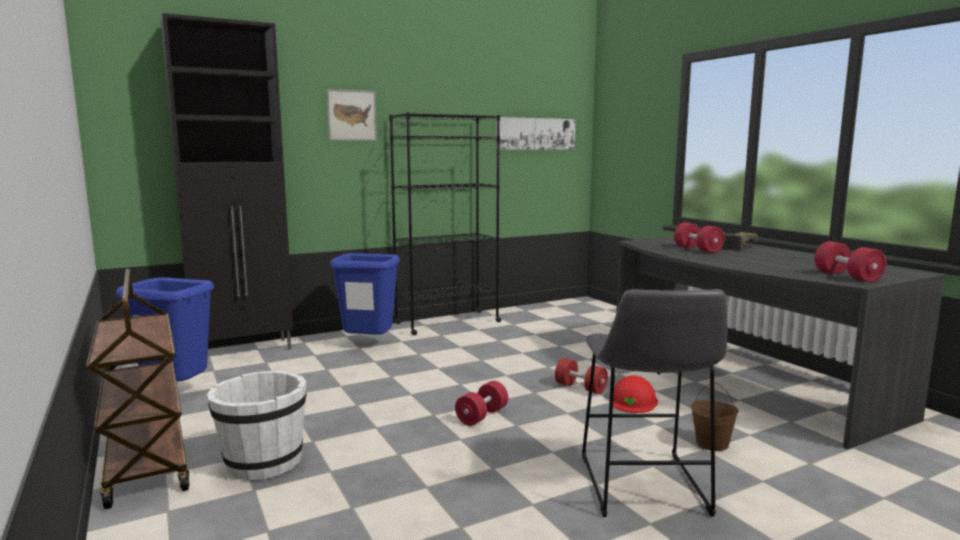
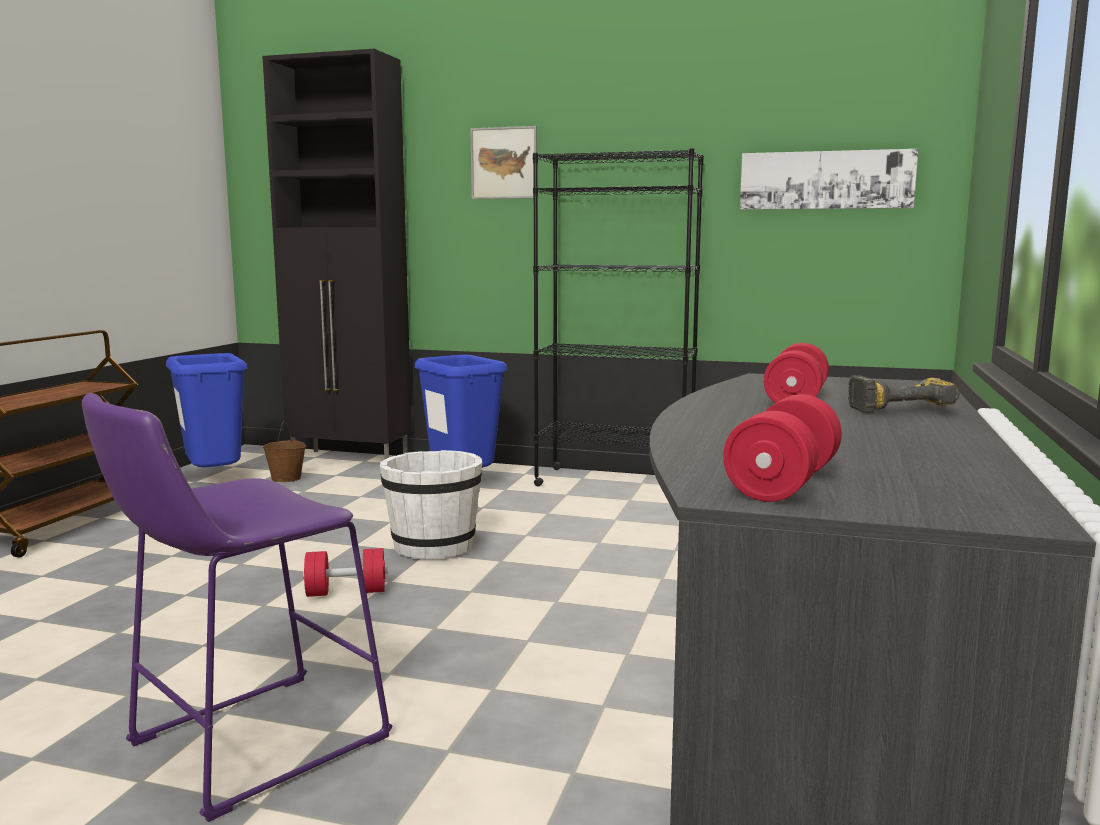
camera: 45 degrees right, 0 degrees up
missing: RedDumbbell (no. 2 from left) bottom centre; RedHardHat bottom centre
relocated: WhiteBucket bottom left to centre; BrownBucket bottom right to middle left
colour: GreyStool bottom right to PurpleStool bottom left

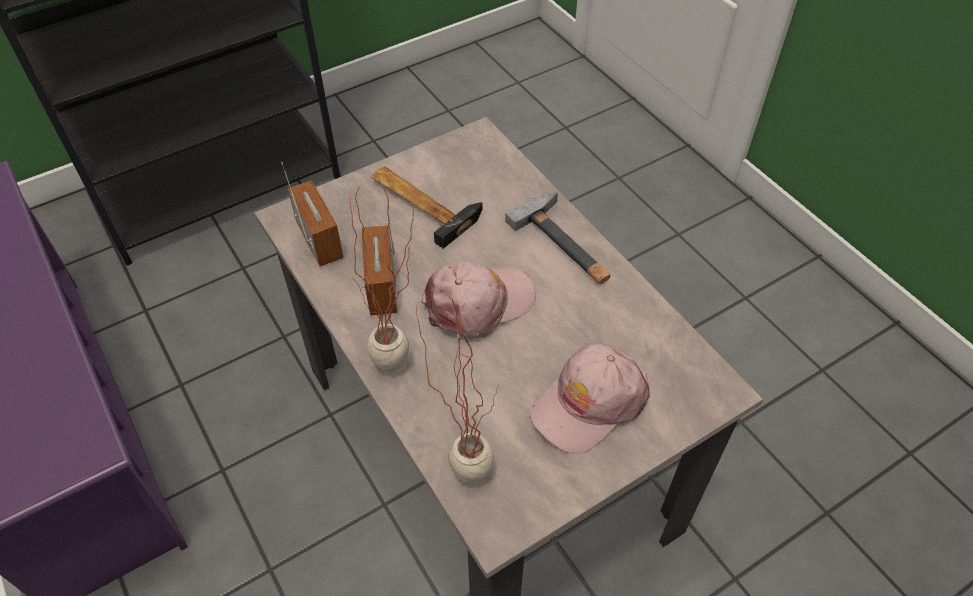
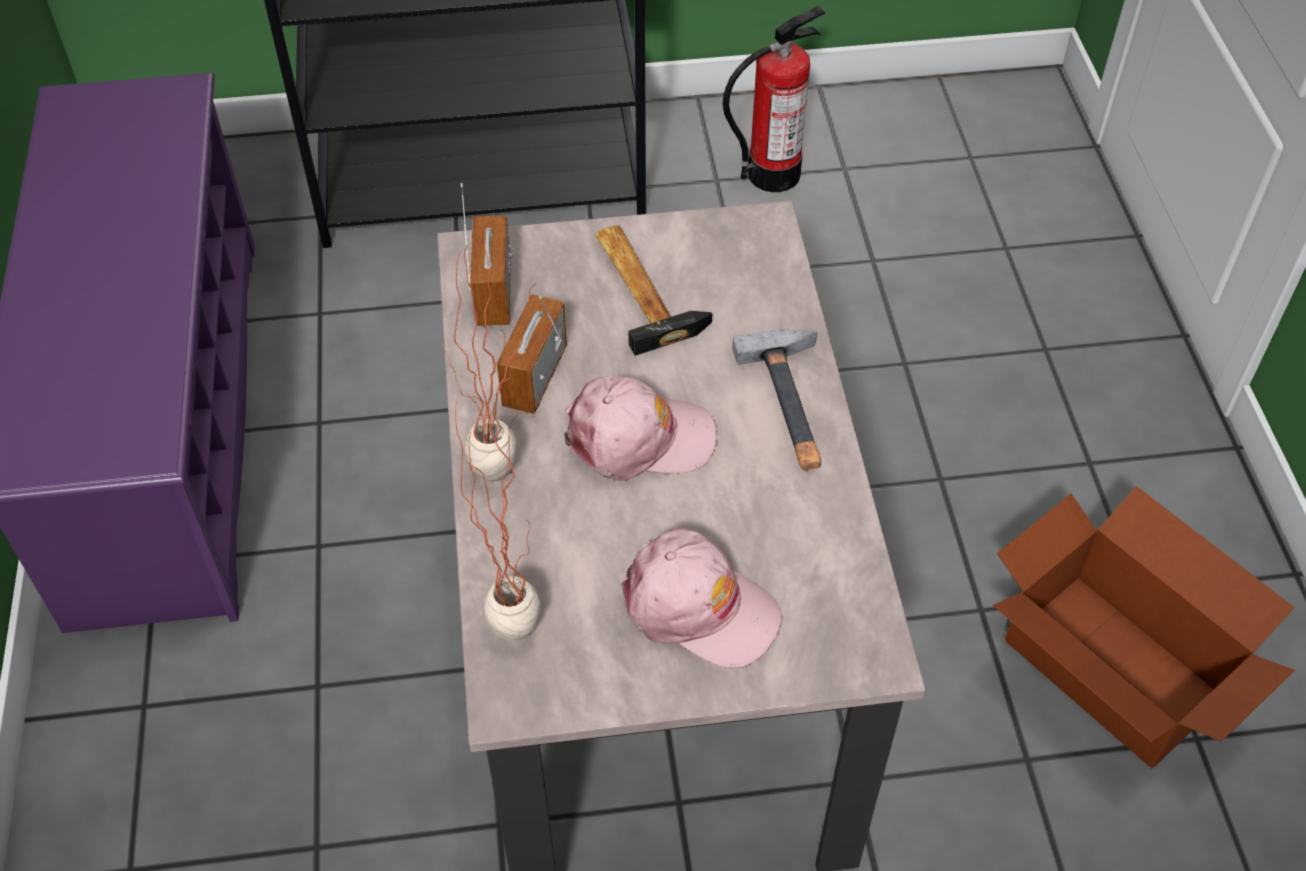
camera: 25 degrees right, 0 degrees up
appeared: FireExtinguisher top centre; CardboardBox bottom right
spun: PinkCap (no. 2 from left) bottom centre = bottom centre 135 degrees counterclockwise

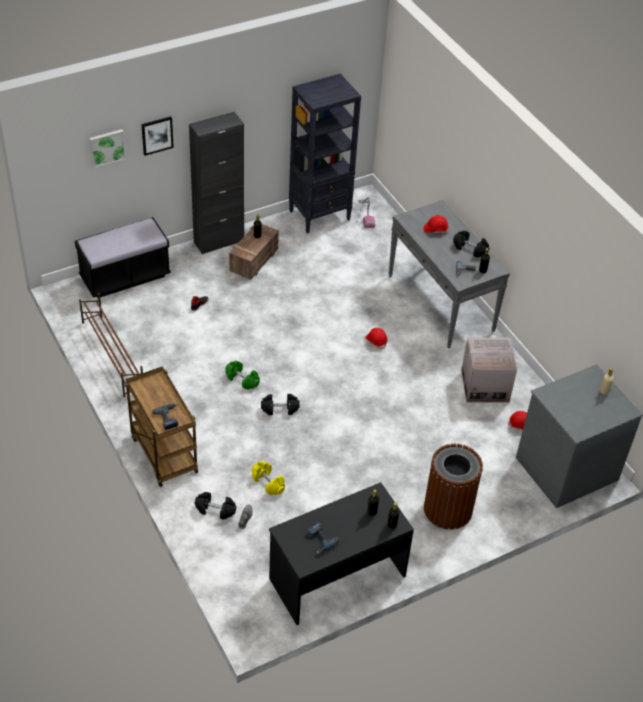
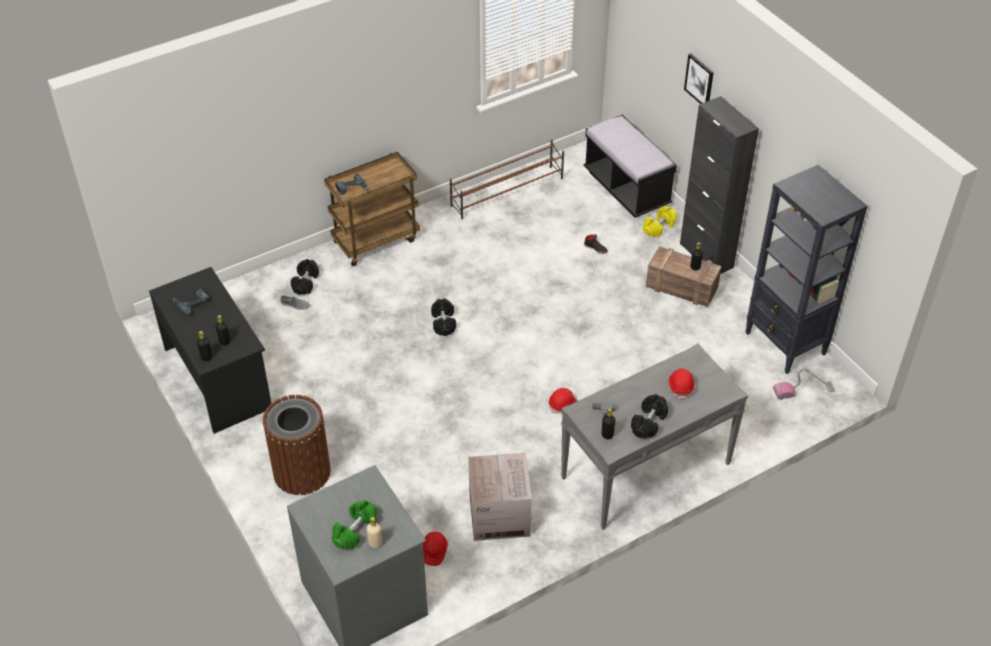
camera: 90 degrees right, 0 degrees up
missing: Picture (no. 1 from left) top left
relocated: GreenDumbbell centre to bottom centre; YellowDumbbell bottom centre to centre

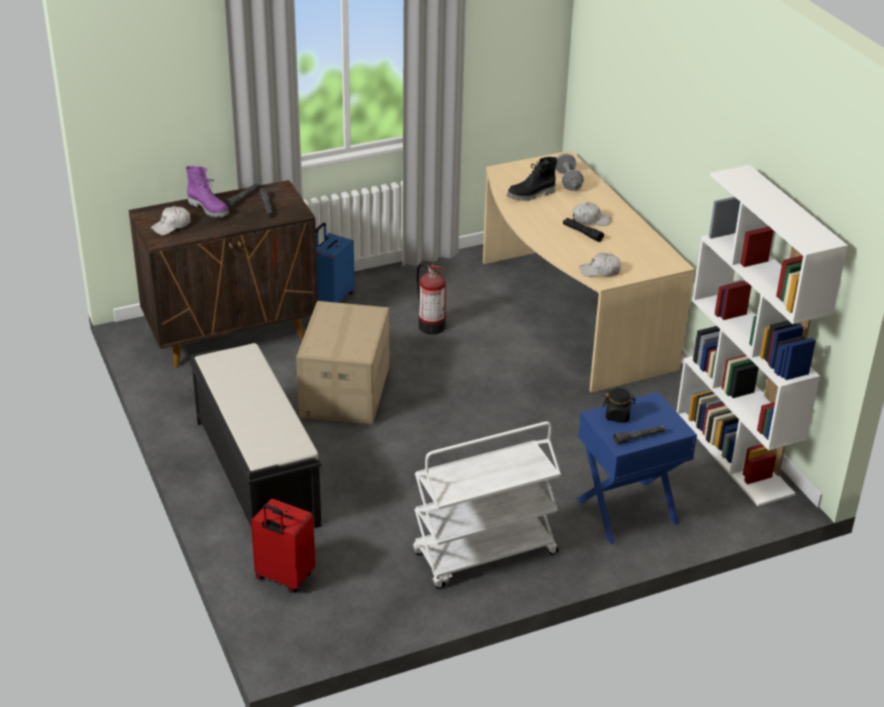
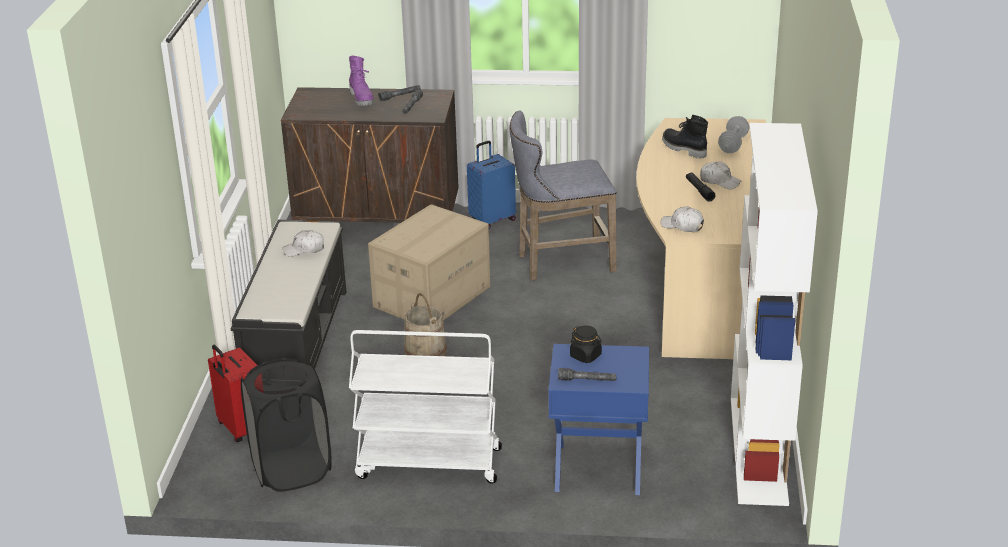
camera: 30 degrees right, 5 degrees down
appeared: BlackLaundryBasket bottom left; BeigeBucket centre
relocated: WhiteCap (no. 1 from left) top left to middle left
exchanged: FireExtinguisher centre to GreyStool centre
spun: BlackBoot top centre = top right 45 degrees clockwise

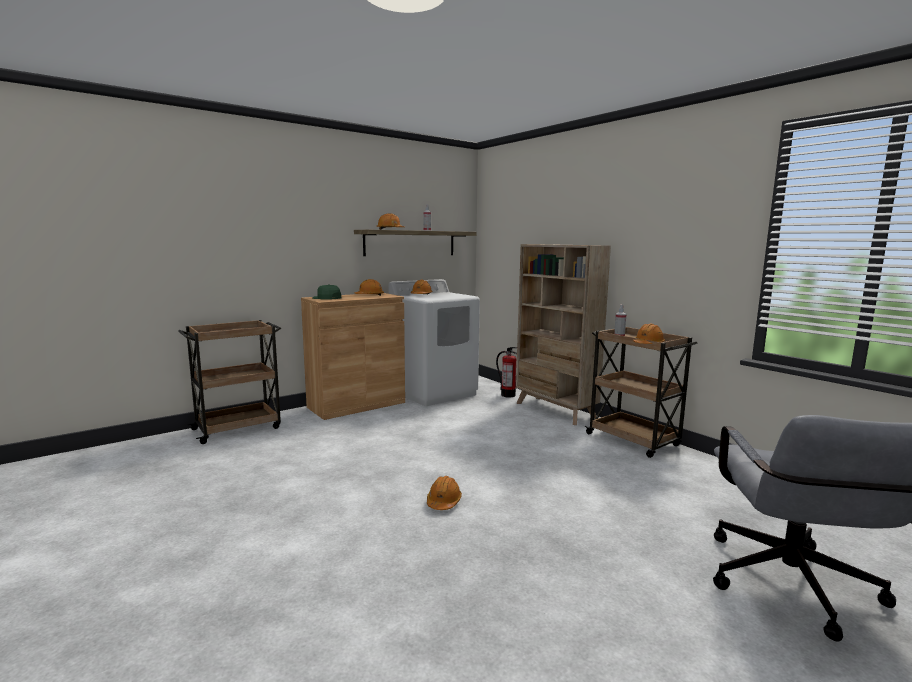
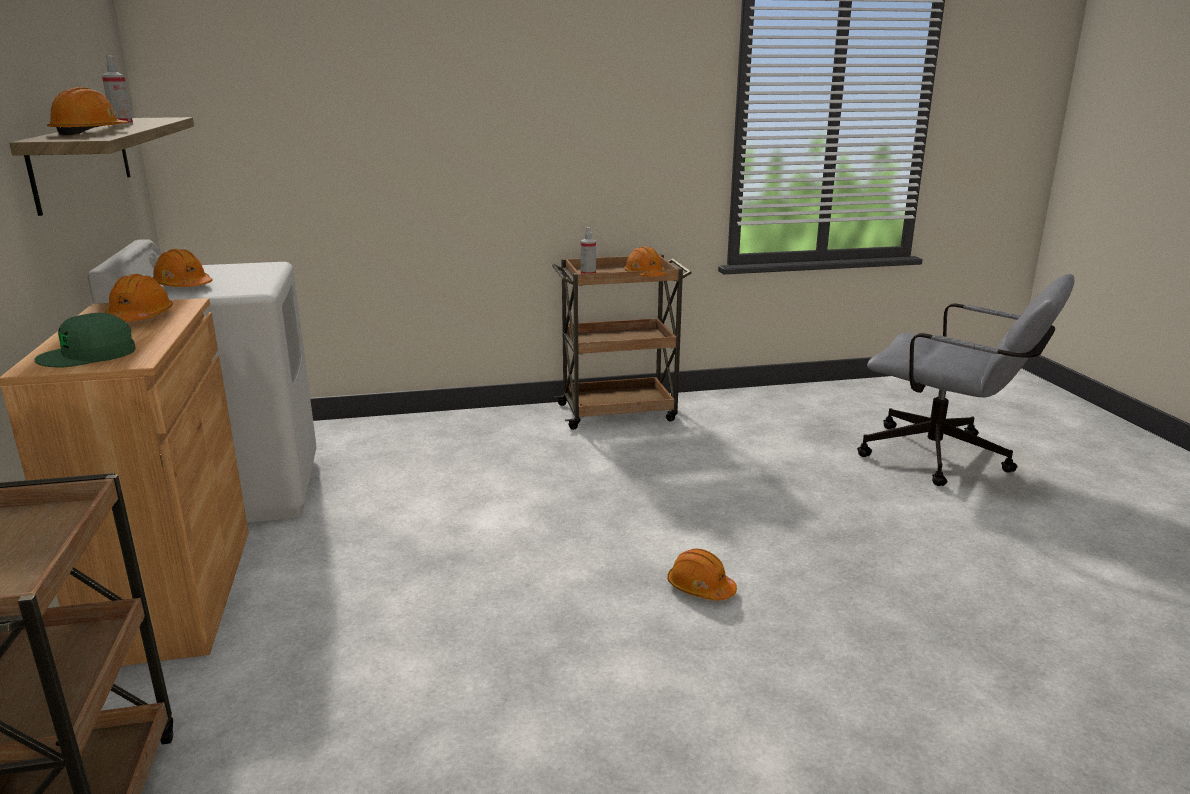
camera: 65 degrees left, 10 degrees up
missing: FireExtinguisher centre; BeigeBookcase centre

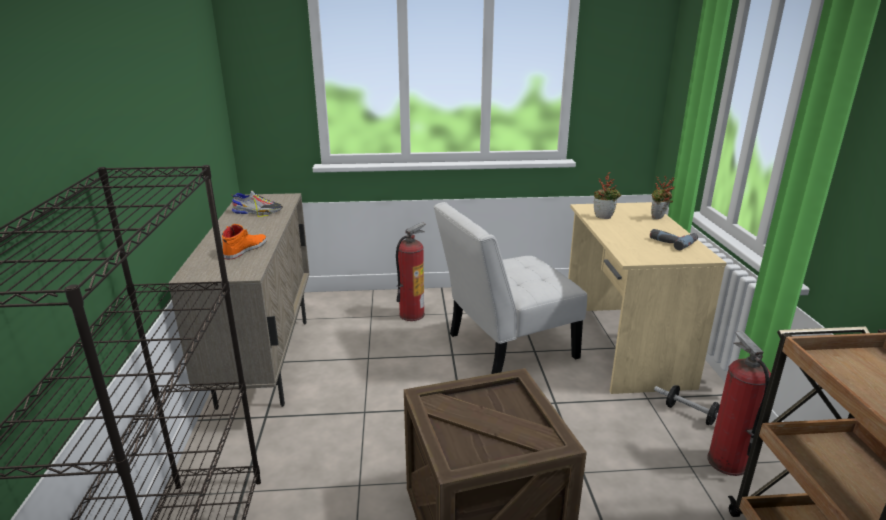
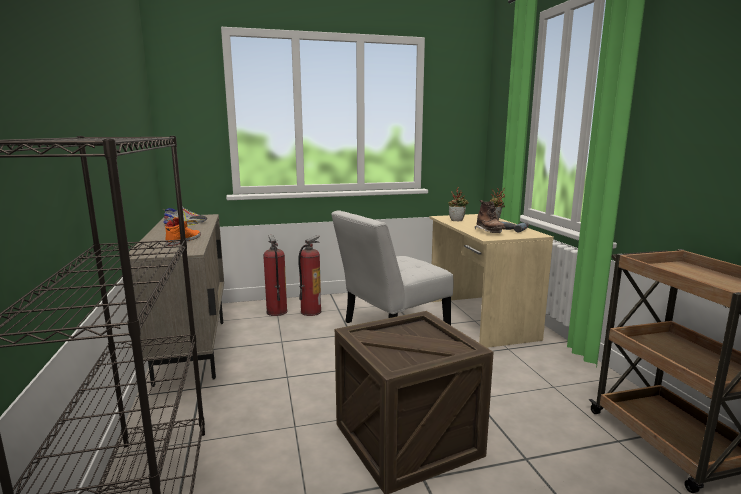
camera: 10 degrees left, 10 degrees down
missing: Dumbbell bottom right
appeared: BrownBoot centre
relocated: FireExtinguisher (no. 2 from left in the first image) bottom right to FireExtinguisher (no. 1 from left) centre

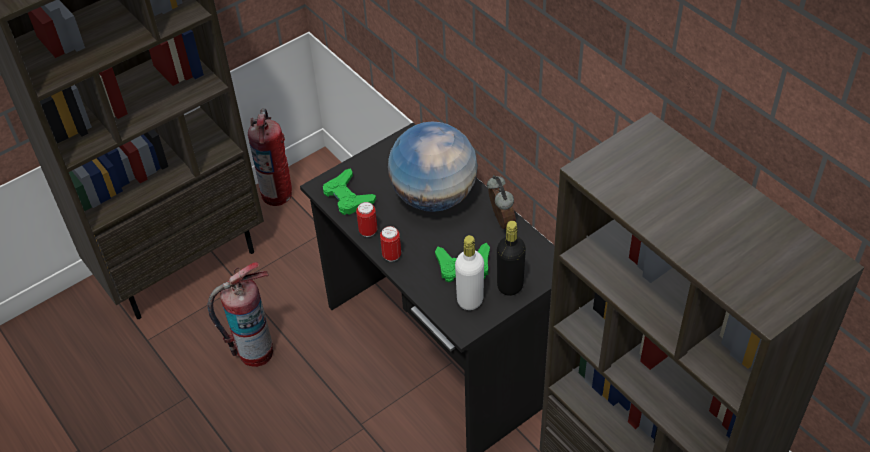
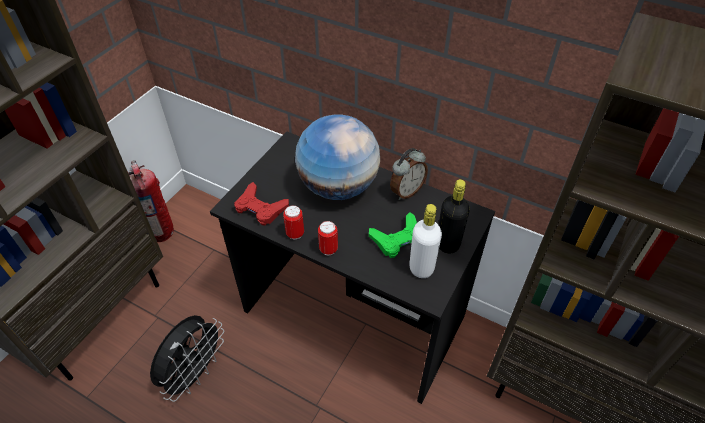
camera: 25 degrees left, 0 degrees up
exchanged: FireExtinguisher (no. 1 from left) bottom left to BlackFan bottom left
colour: GreenGameController (no. 1 from left) centre to RedGameController centre
spun: AlarmClock centre = centre 90 degrees clockwise

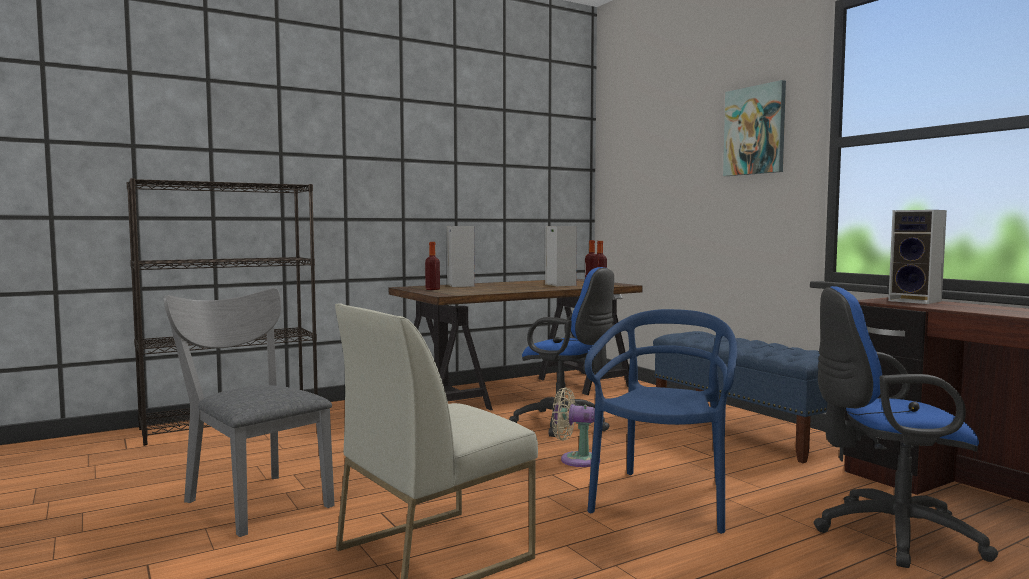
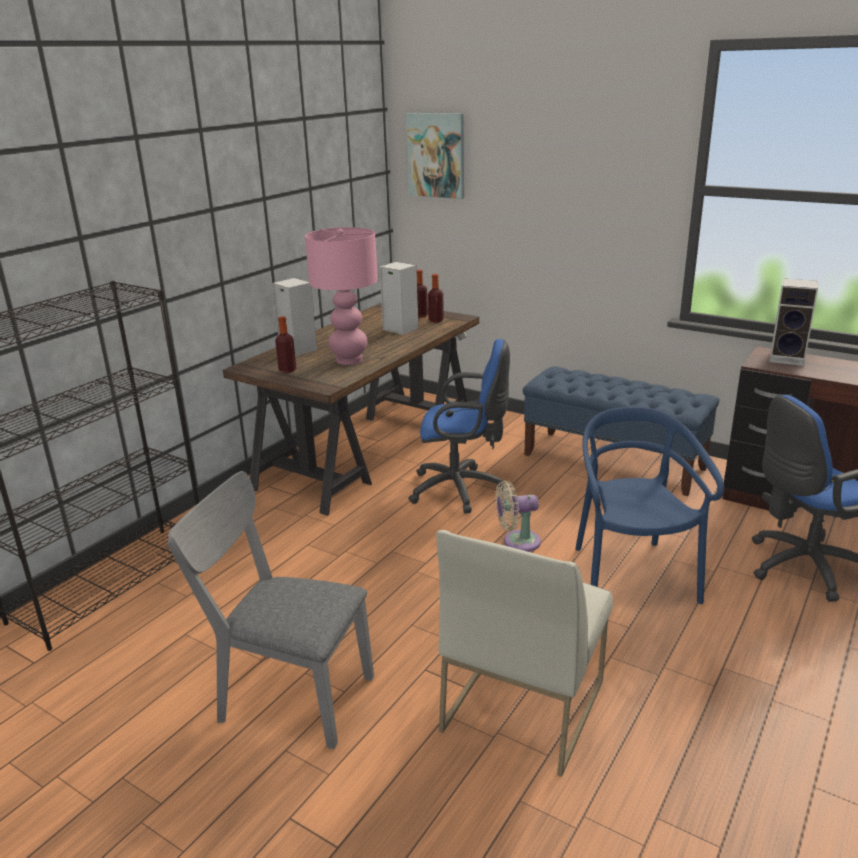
camera: 25 degrees left, 20 degrees up
appeared: PinkTableLamp centre
relocated: Picture top right to top centre

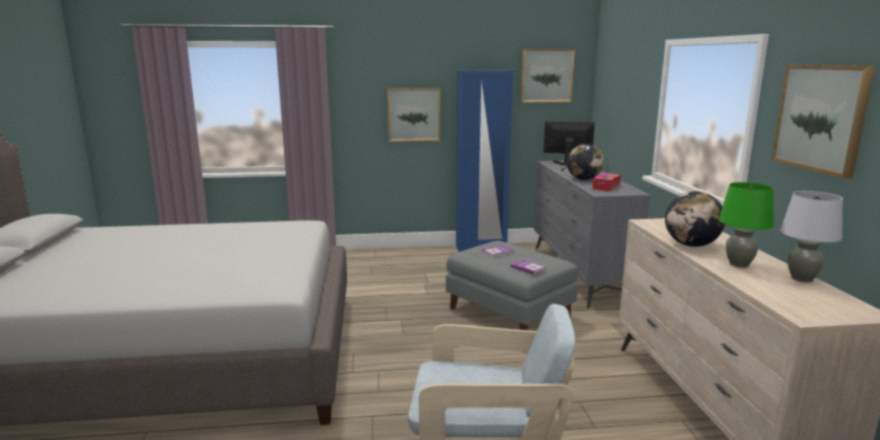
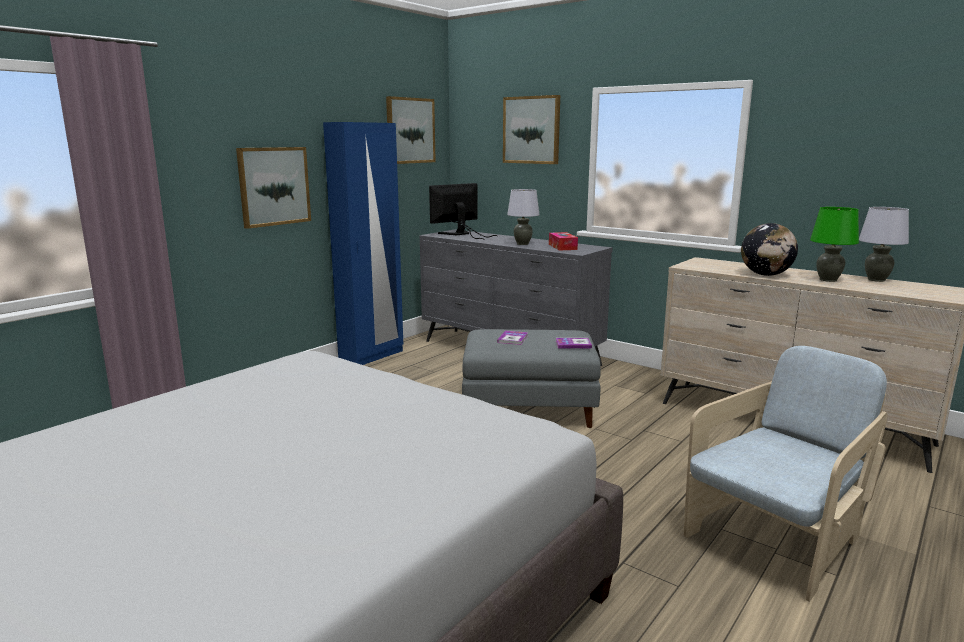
camera: 45 degrees left, 0 degrees up
relocated: Picture (no. 3 from left) top right to top centre
exchanged: Globe (no. 1 from left) centre to GreyTableLamp (no. 1 from left) centre

